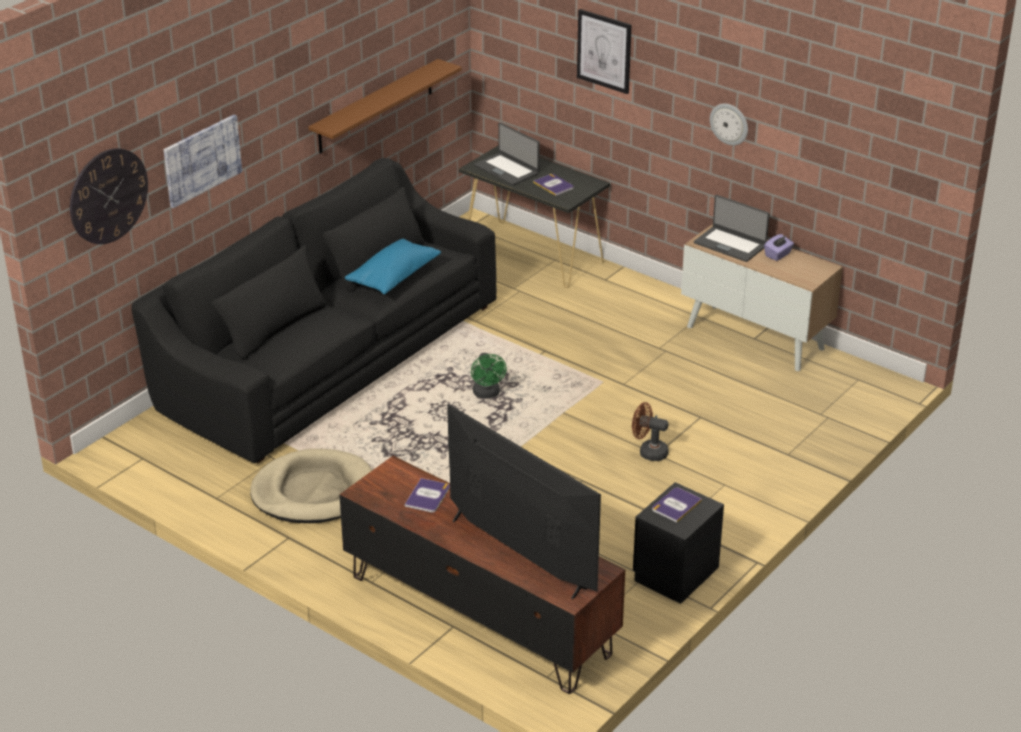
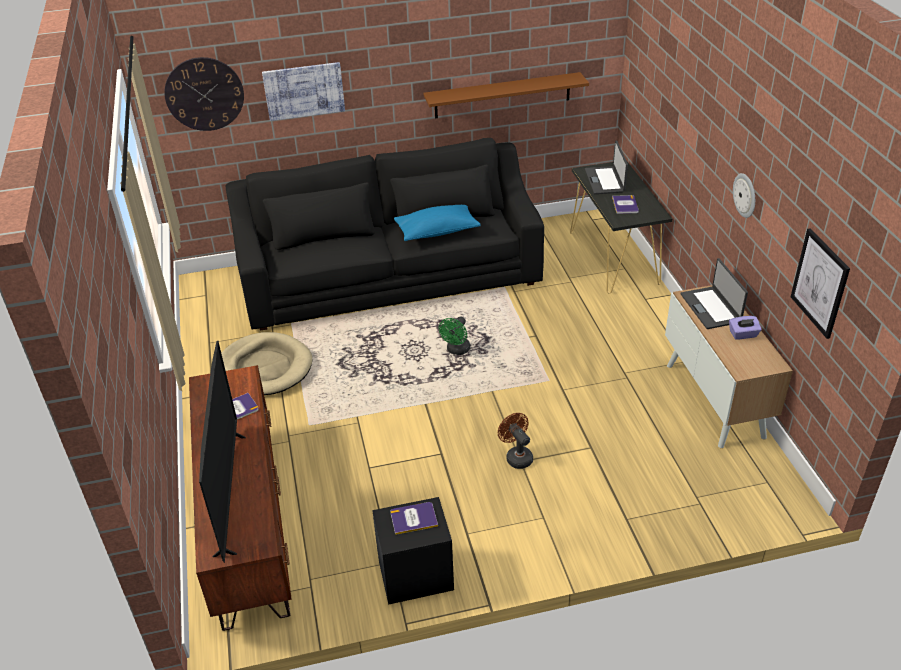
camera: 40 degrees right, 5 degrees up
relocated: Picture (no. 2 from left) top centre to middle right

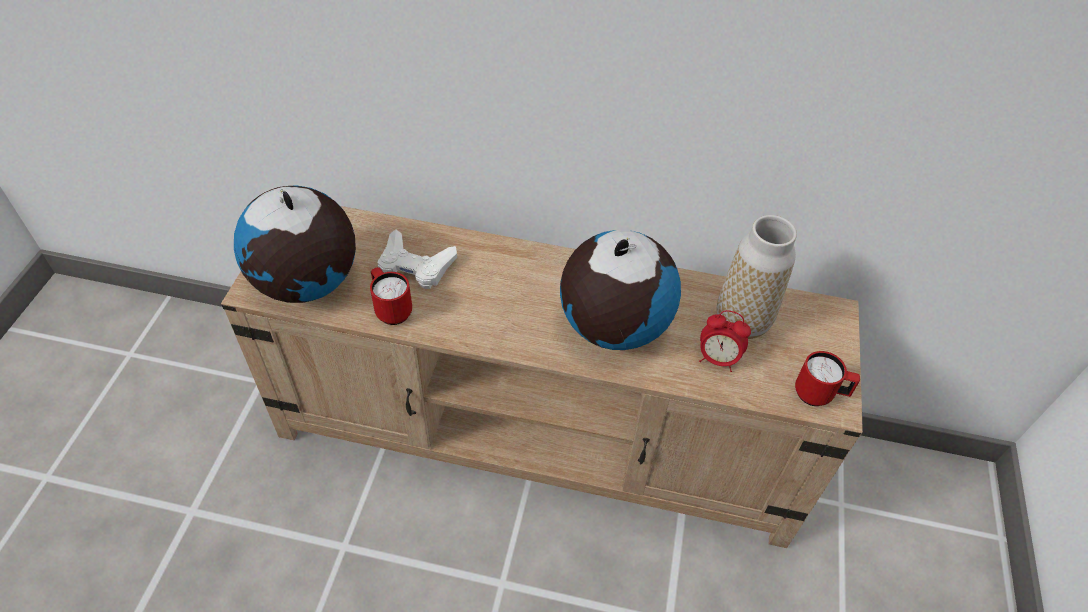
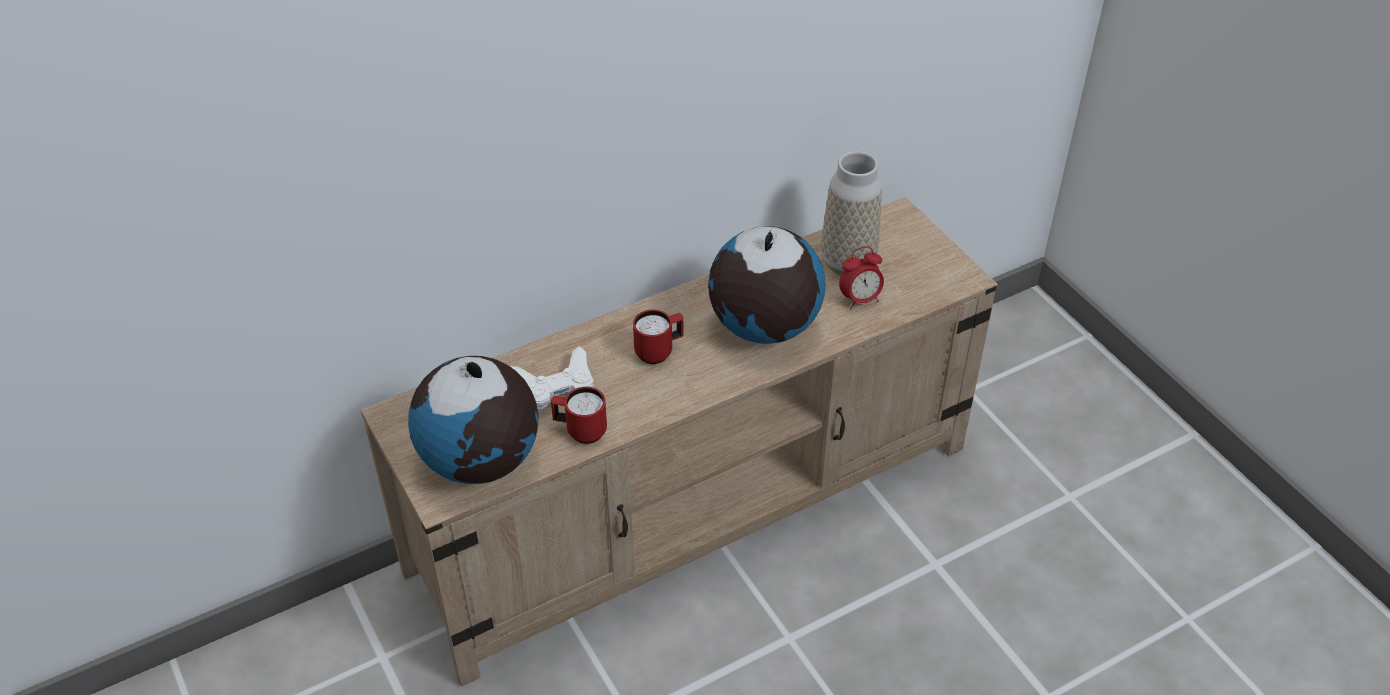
camera: 40 degrees left, 5 degrees down
relocated: RedMug (no. 2 from left) middle right to centre

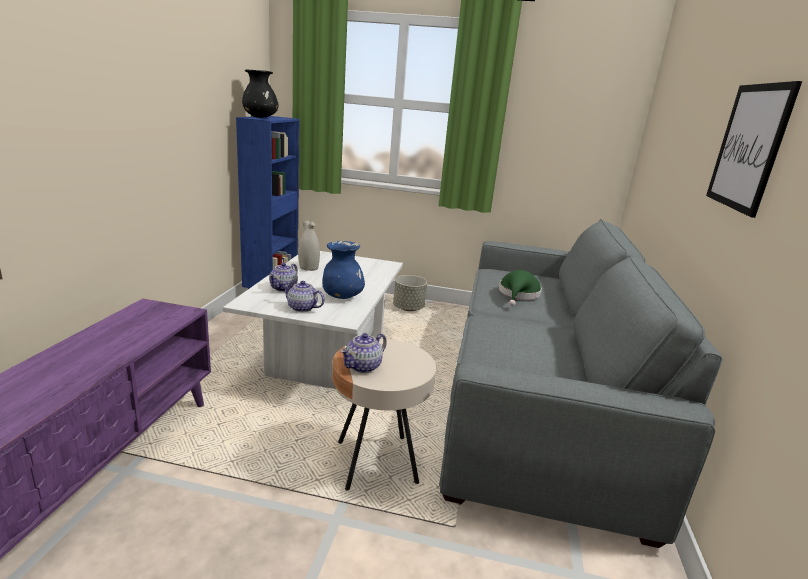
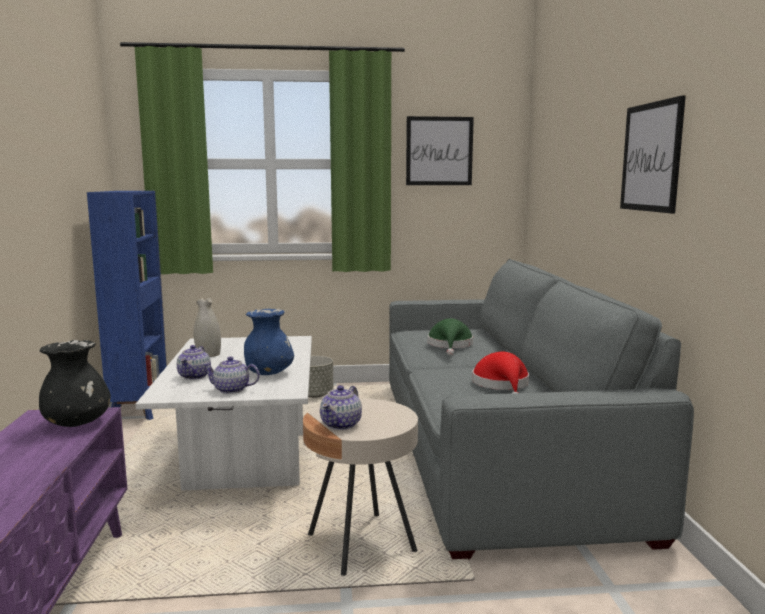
camera: 15 degrees left, 10 degrees down
appeared: Picture (no. 1 from left) top centre; RedHat centre
relocated: BlackVase top left to middle left

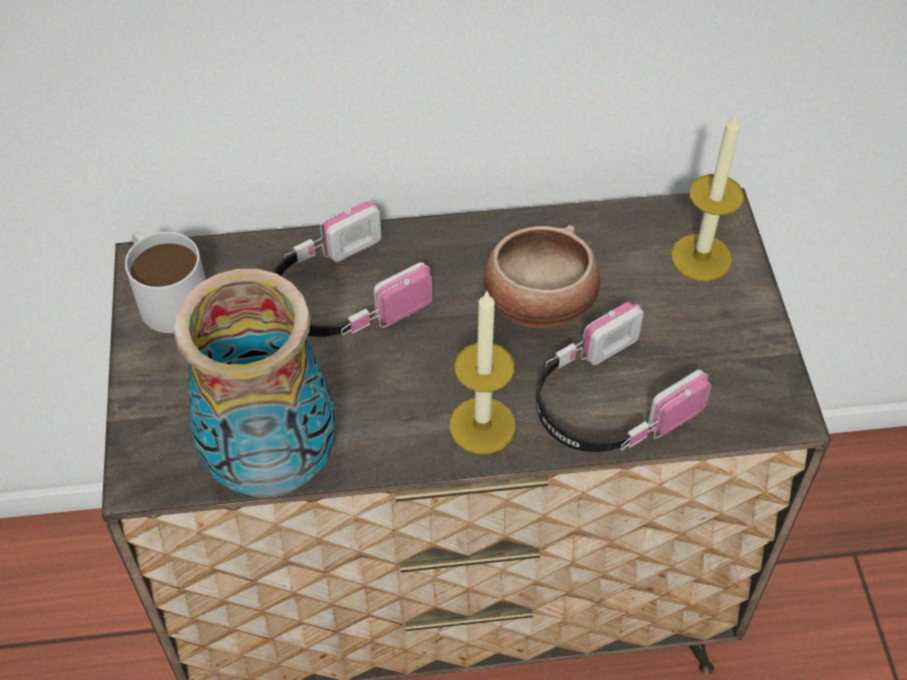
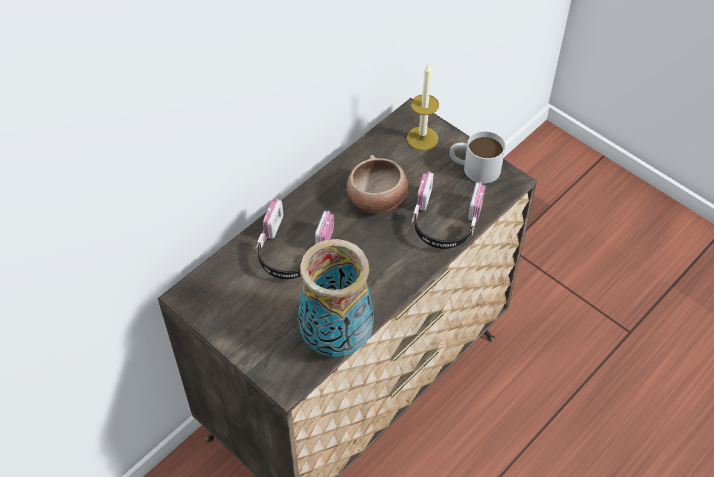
camera: 40 degrees left, 0 degrees up
missing: Candle (no. 1 from left) centre
relocated: WhiteMug middle left to top right

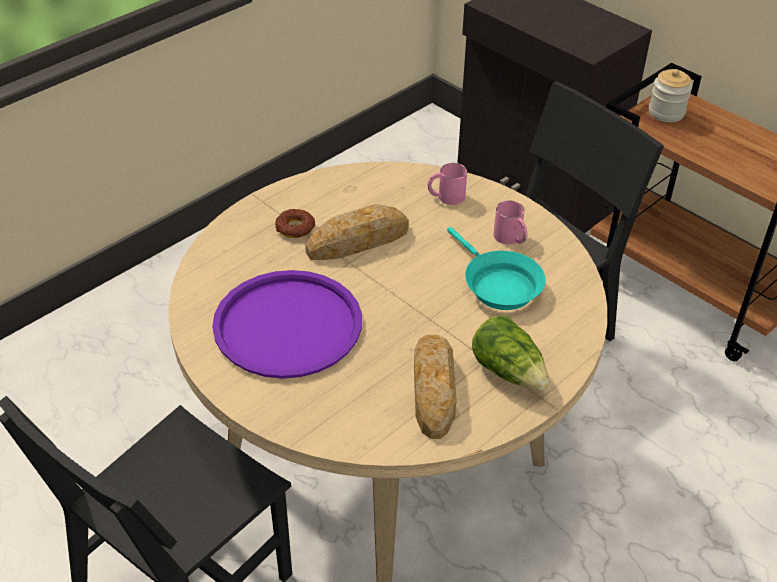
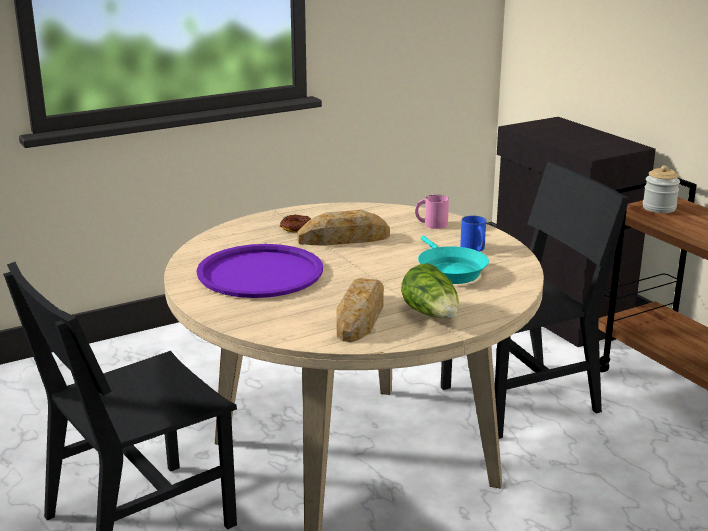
camera: 15 degrees right, 20 degrees down
colour: PinkMug (no. 2 from left) centre to BlueMug middle right

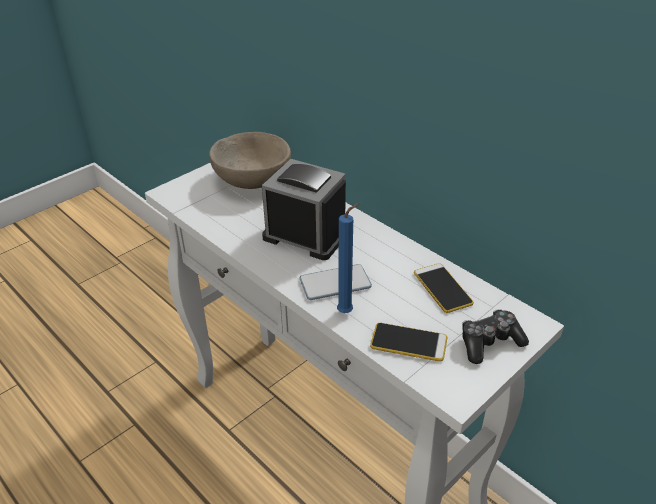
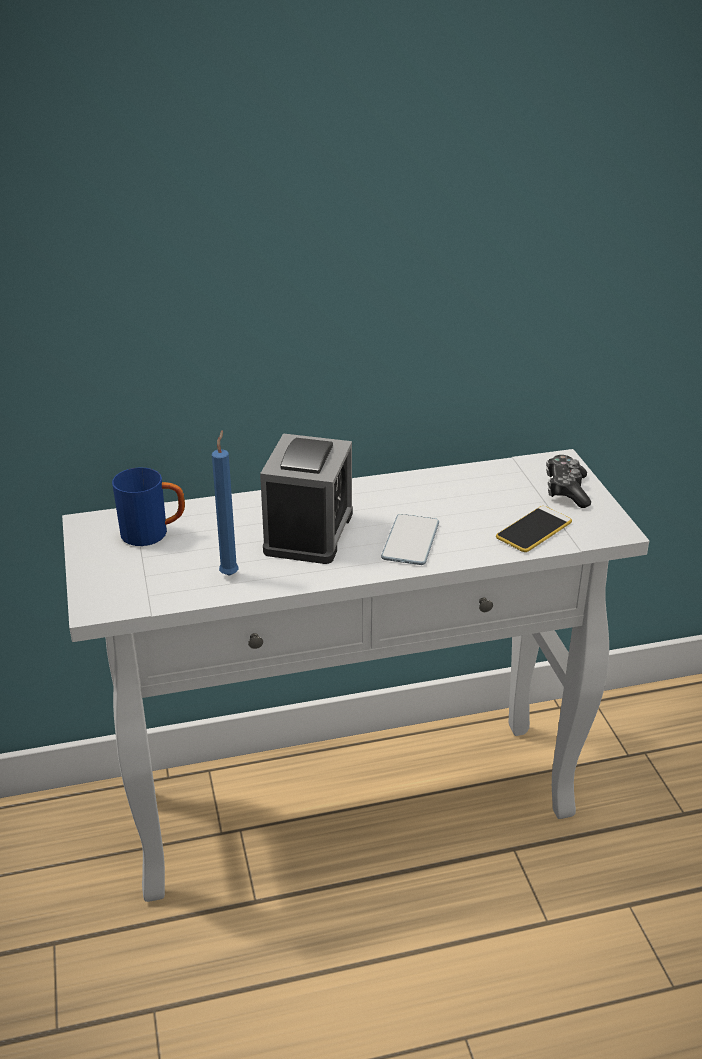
camera: 60 degrees left, 5 degrees down
missing: Phone (no. 3 from left) middle right
relocated: BlueCandle centre to middle left
exchanged: BeigeBowl top centre to BlueMug middle left
spun: AlarmClock centre = centre 135 degrees clockwise

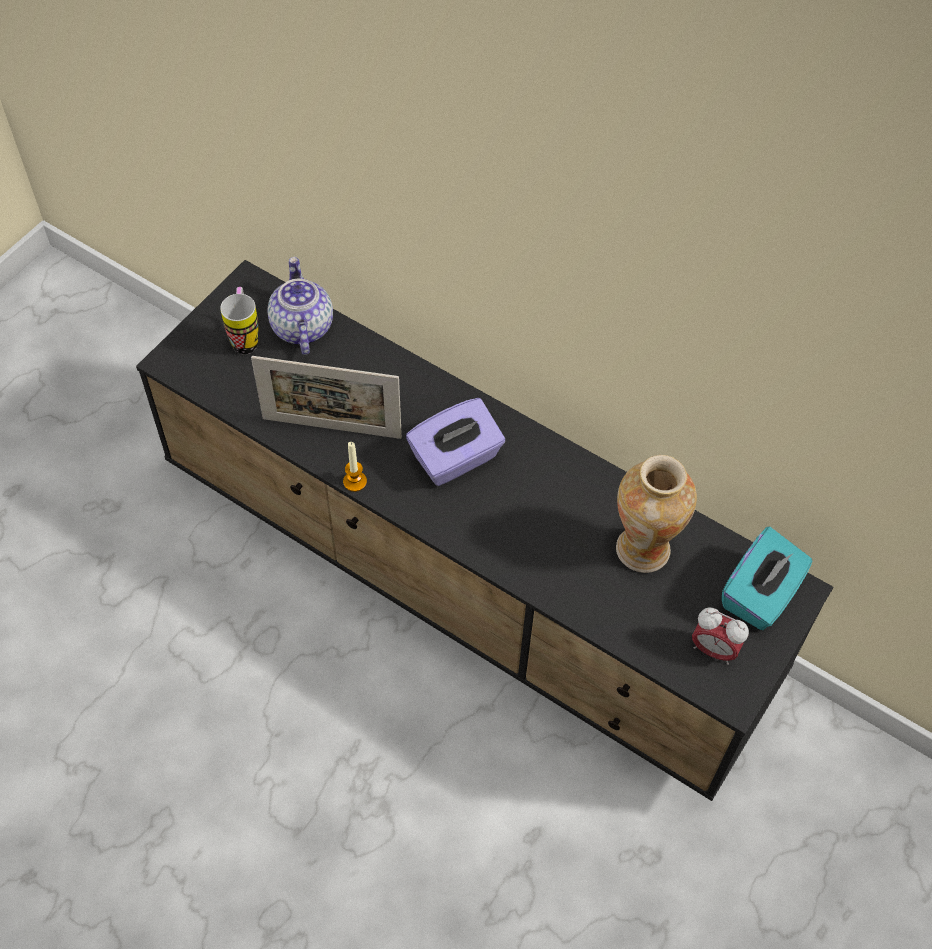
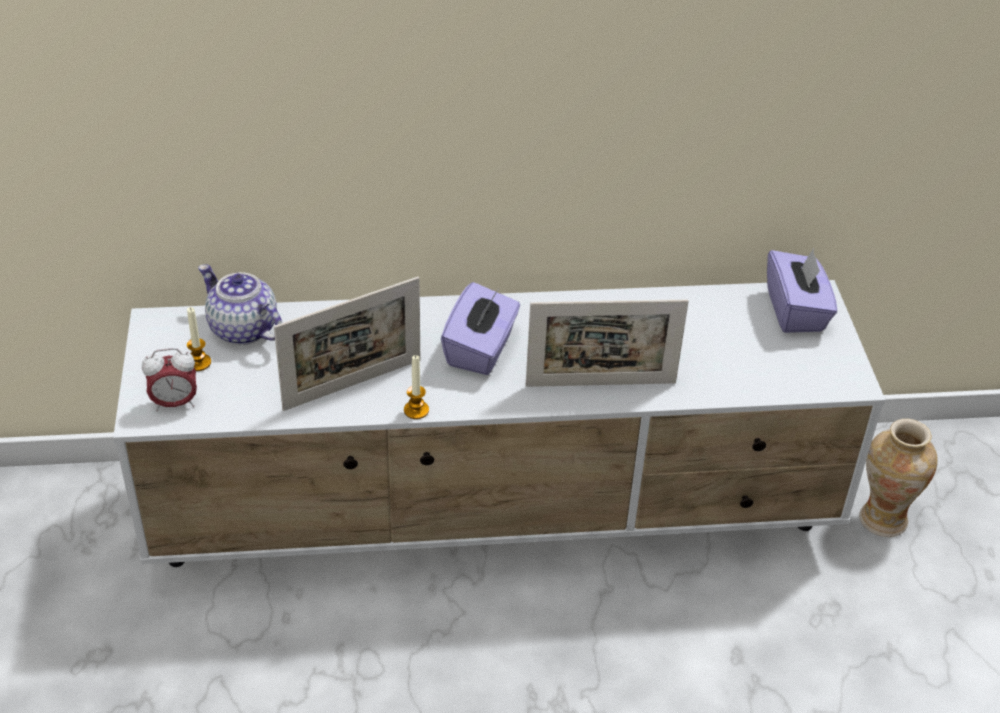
camera: 40 degrees left, 15 degrees down
appeared: PictureFrame (no. 2 from left) centre
relocated: Vase middle right to bottom right; AlarmClock bottom right to middle left
exchanged: Mug middle left to Candle (no. 1 from left) middle left
colour: BlackTvStand centre to WhiteTvStand centre; TurquoiseTissueBox middle right to PurpleTissueBox (no. 2 from left) middle right

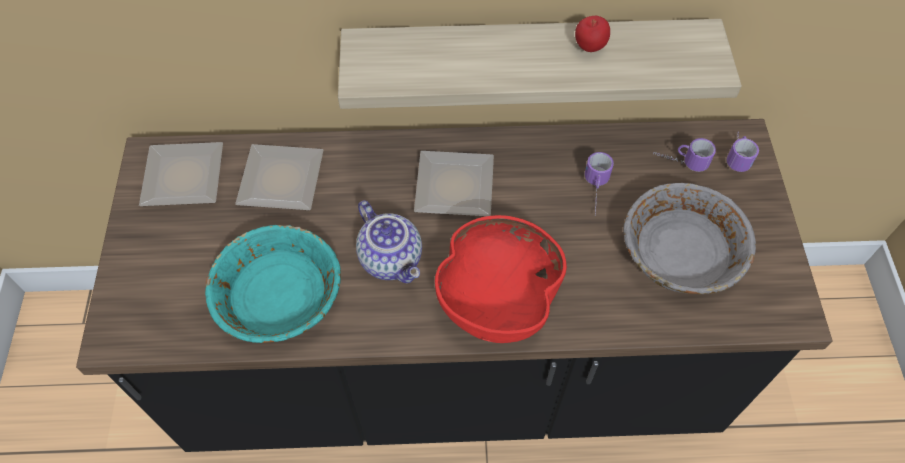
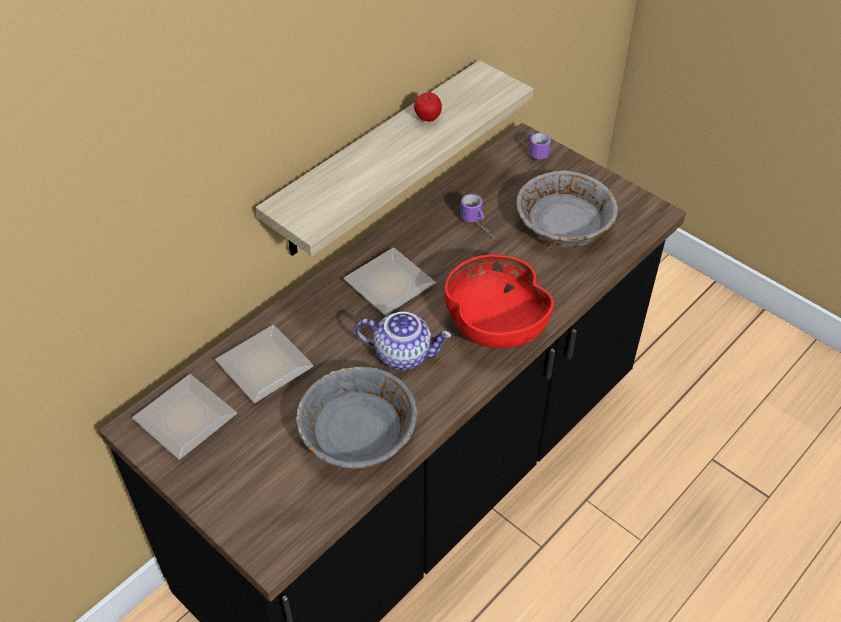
camera: 45 degrees left, 10 degrees down
missing: Mug (no. 2 from left) middle right
colour: TurquoiseBowl middle left to GreyBowl (no. 1 from left) bottom centre

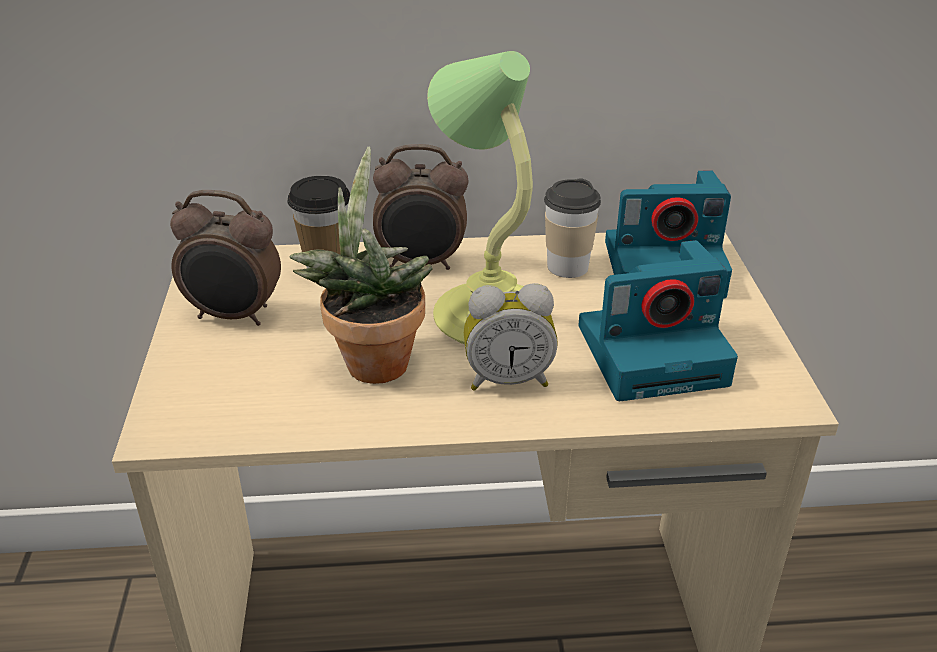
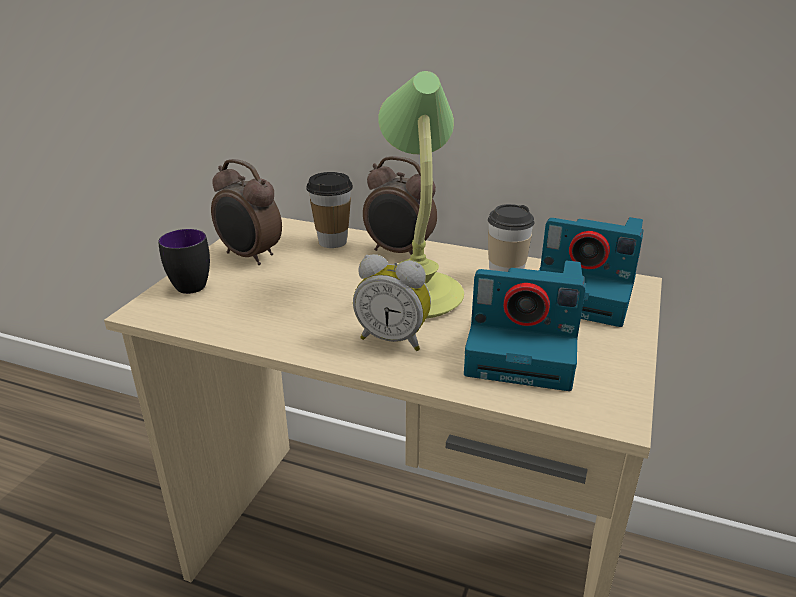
camera: 25 degrees right, 5 degrees down
missing: PottedPlant centre
appeared: Mug middle left

